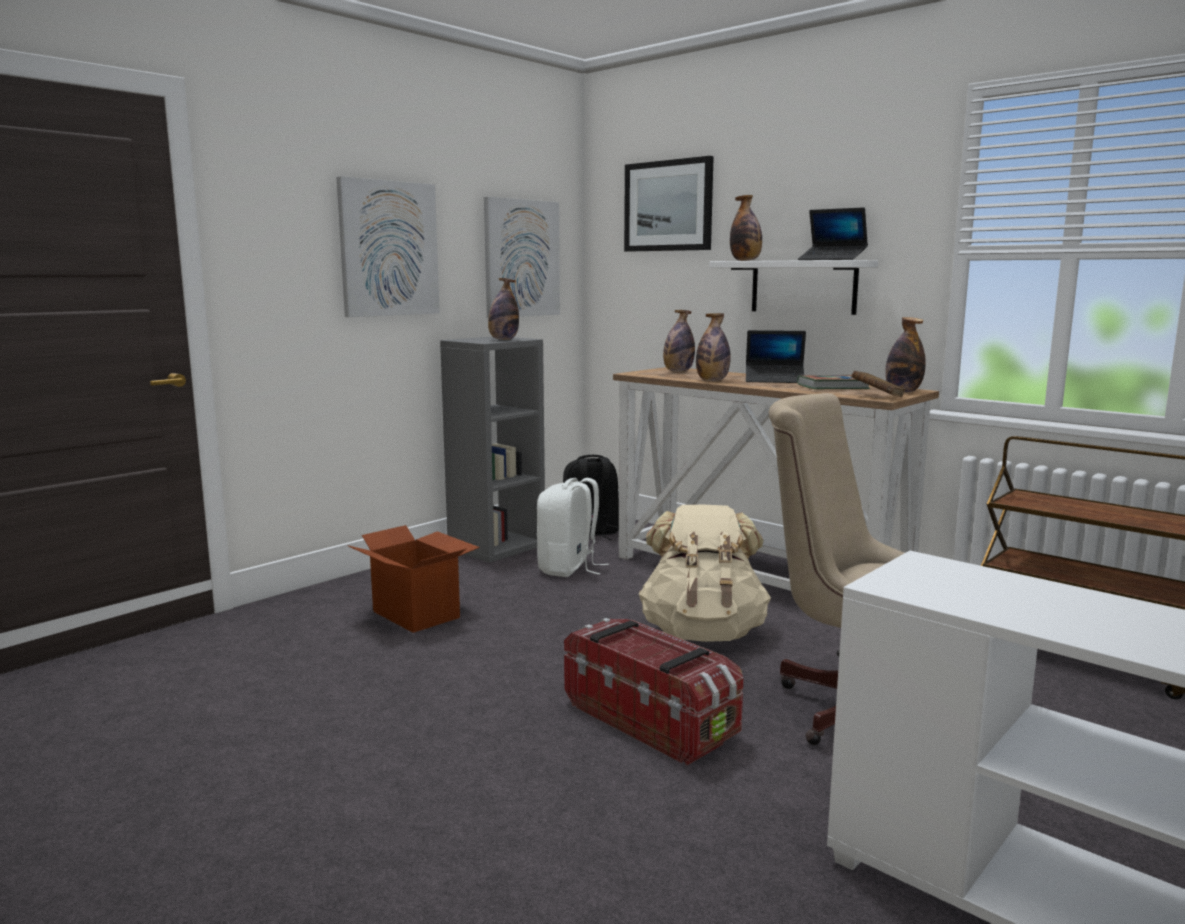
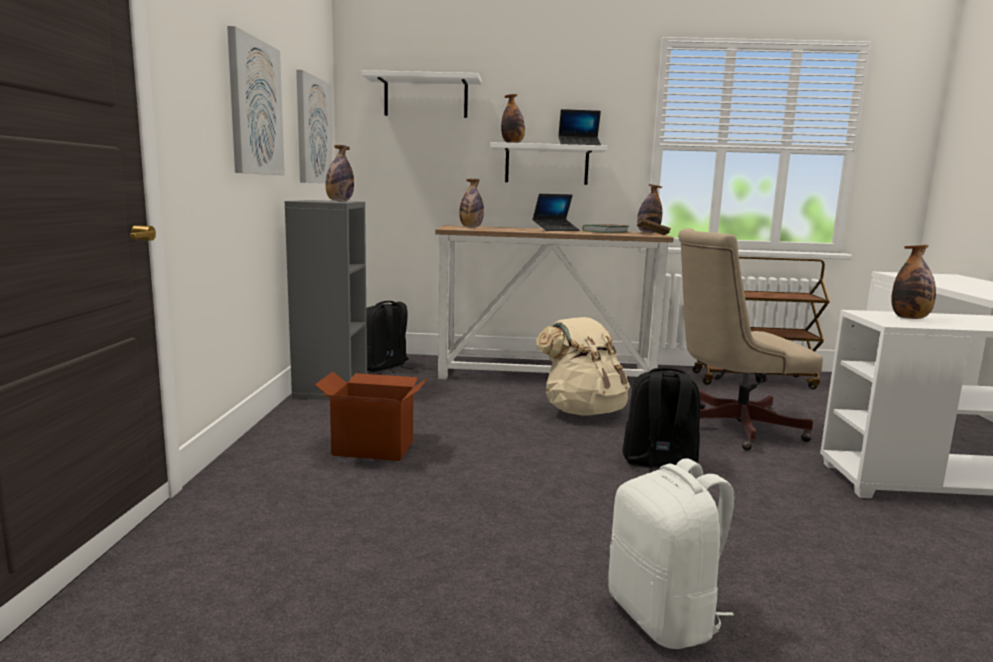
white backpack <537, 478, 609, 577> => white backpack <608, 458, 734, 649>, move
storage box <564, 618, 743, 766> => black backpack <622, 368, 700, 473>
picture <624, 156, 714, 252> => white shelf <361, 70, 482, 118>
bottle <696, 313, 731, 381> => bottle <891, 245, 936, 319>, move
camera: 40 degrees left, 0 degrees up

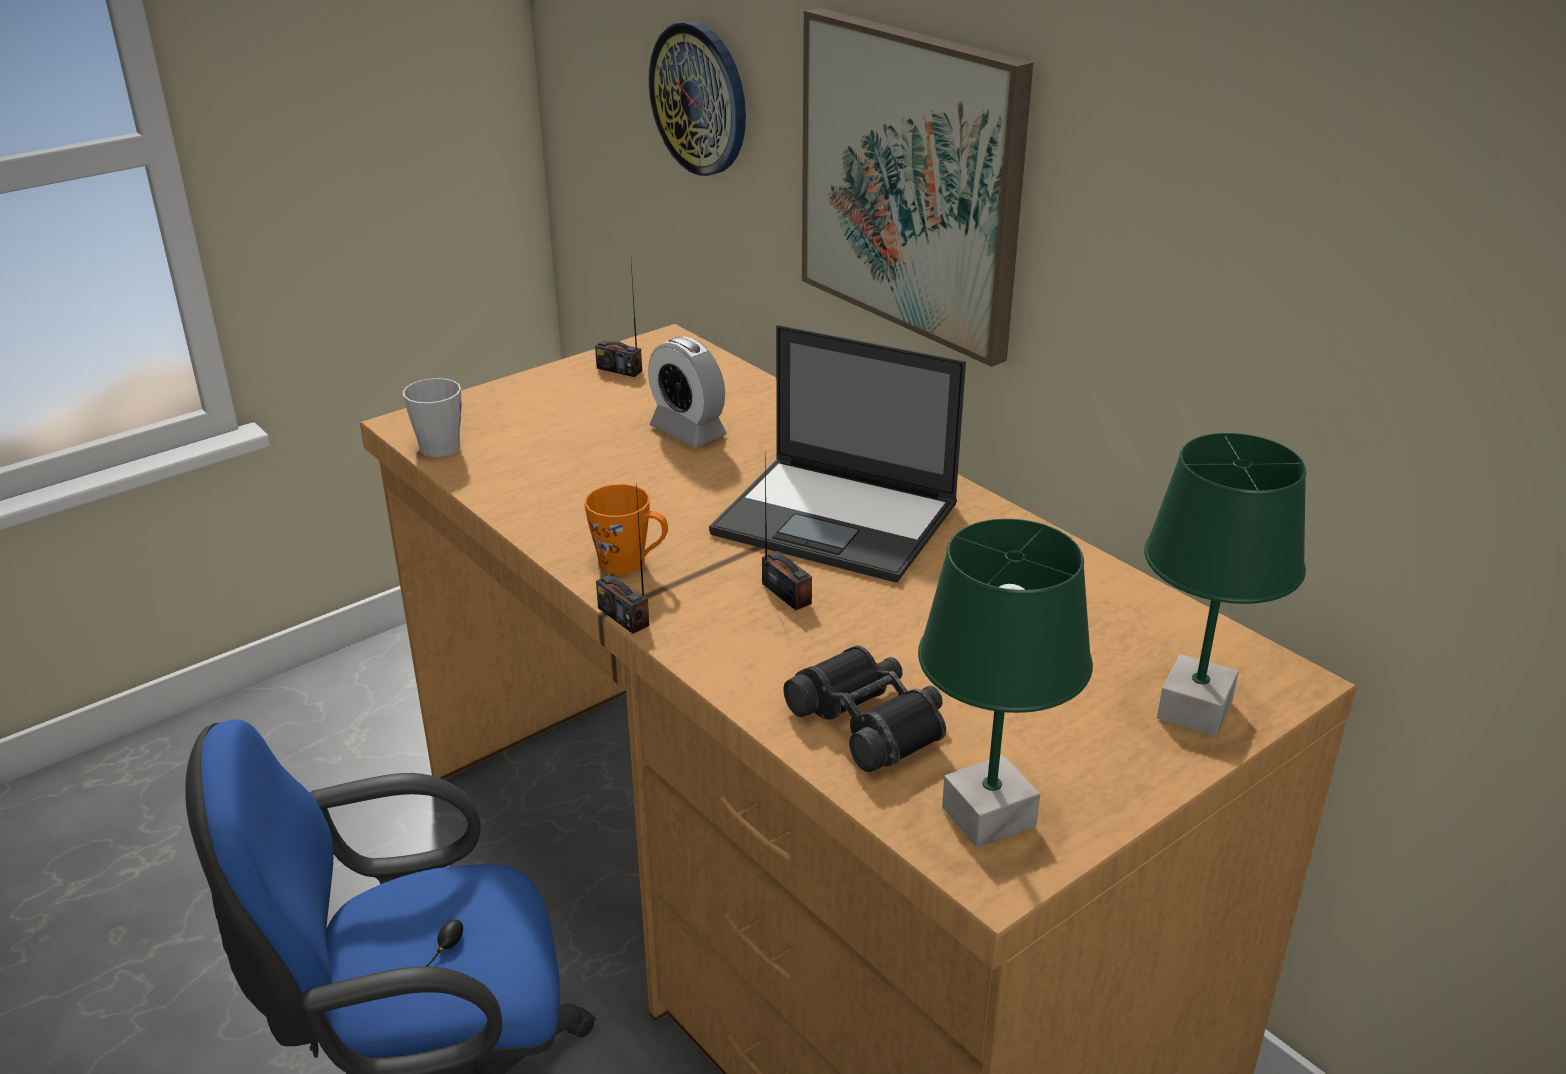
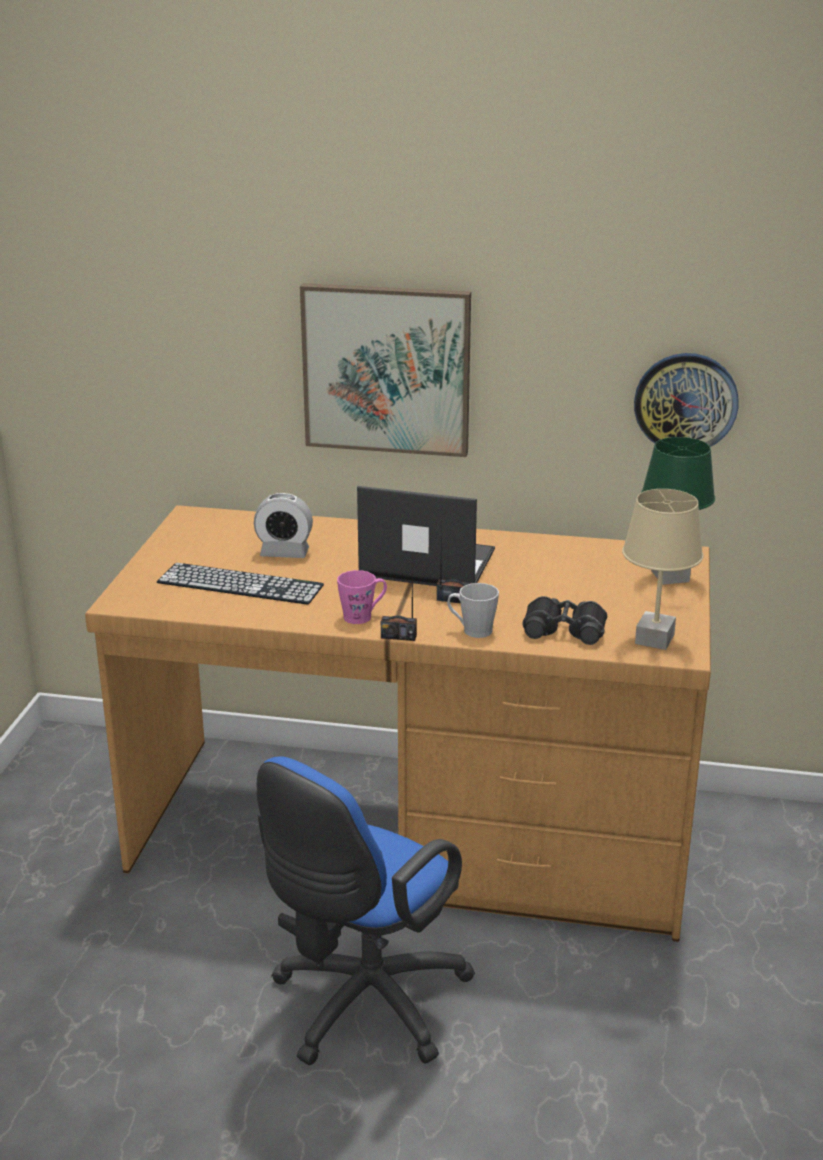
grey mug <403, 378, 461, 457> => grey mug <447, 583, 499, 638>, move
orange mug <584, 484, 668, 575> => pink mug <337, 570, 387, 624>
radio <595, 263, 642, 377> => nothing
wall clock <649, 21, 746, 176> => wall clock <634, 353, 738, 447>, move
laptop <709, 325, 966, 583> => laptop <357, 486, 495, 586>, 150 degrees counterclockwise
green table lamp <918, 519, 1093, 848> => beige table lamp <622, 489, 703, 650>
nothing => keyboard <157, 563, 324, 604>
camera: 40 degrees left, 5 degrees down

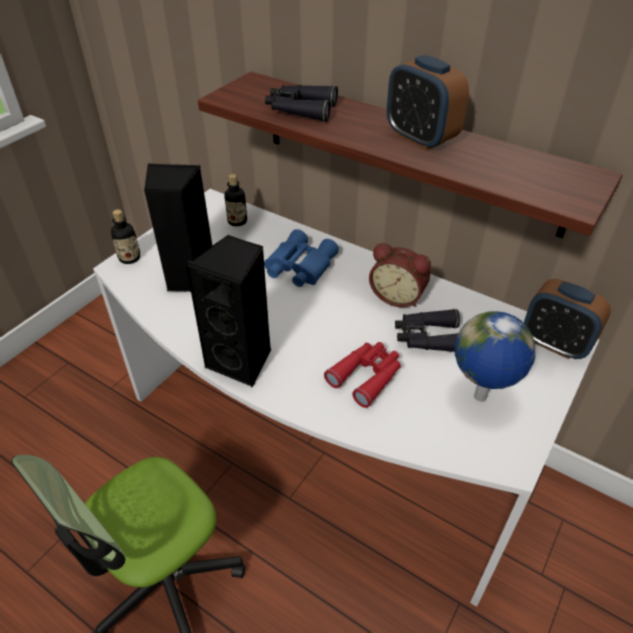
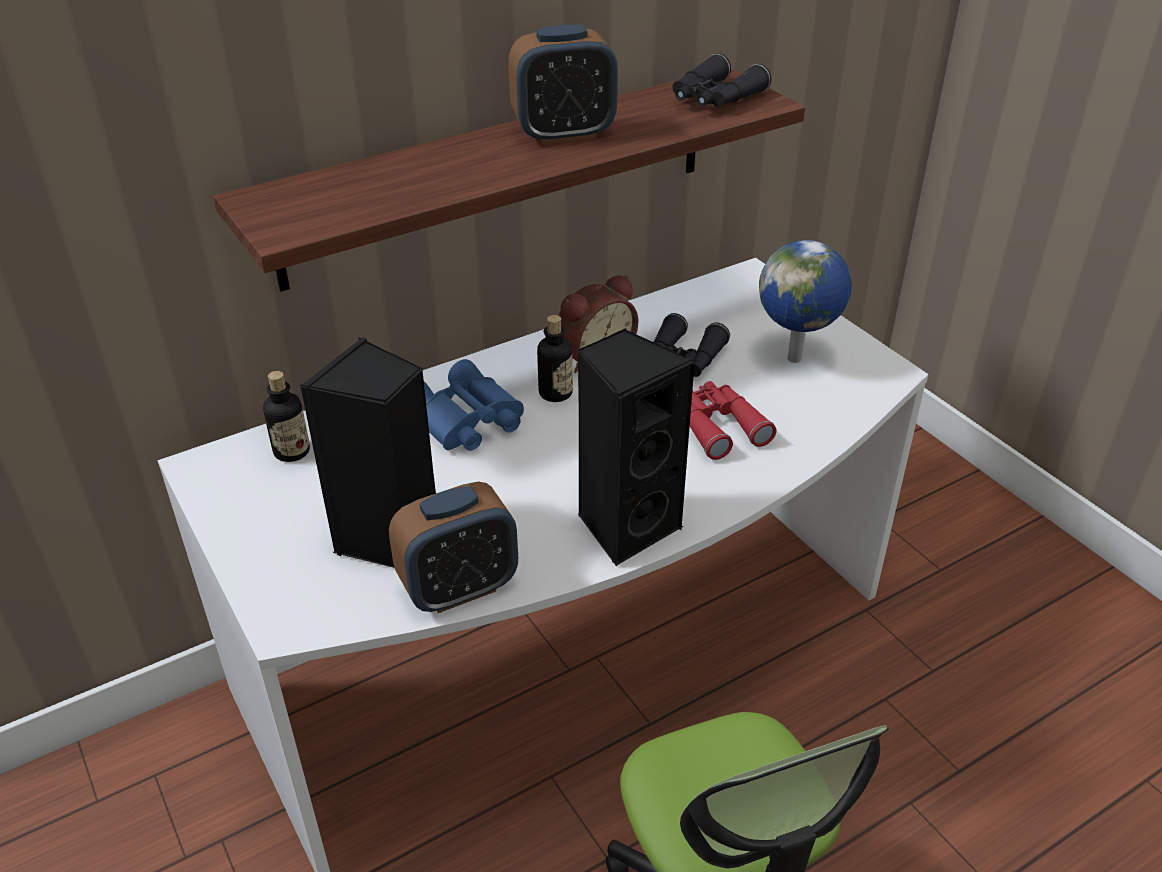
bottle <111, 209, 140, 264> => bottle <537, 315, 573, 402>, move
black binoculars <265, 85, 338, 122> => black binoculars <672, 53, 771, 107>, move
alarm clock <524, 279, 611, 359> => alarm clock <389, 481, 518, 613>, move
camera: 65 degrees left, 5 degrees down

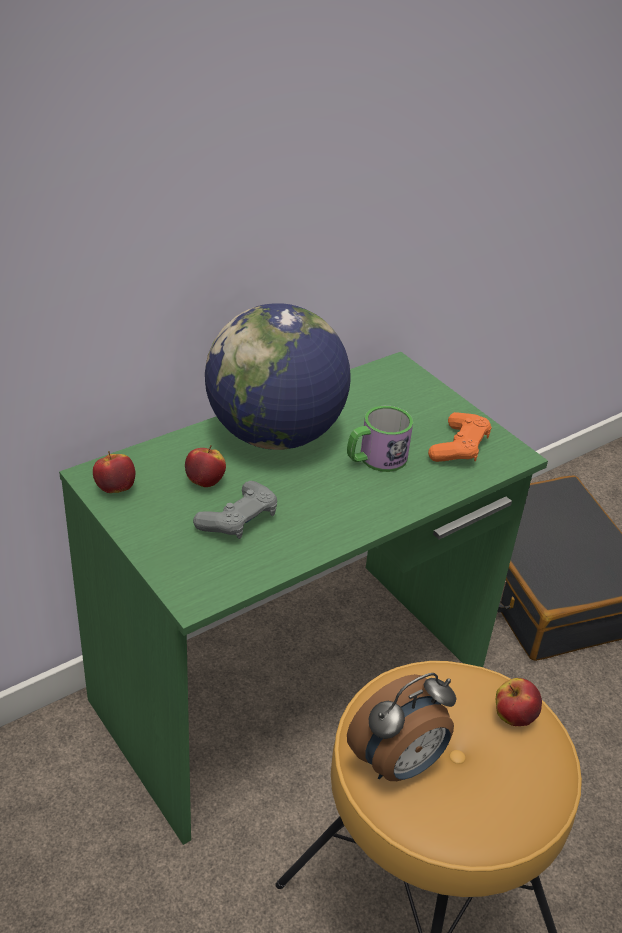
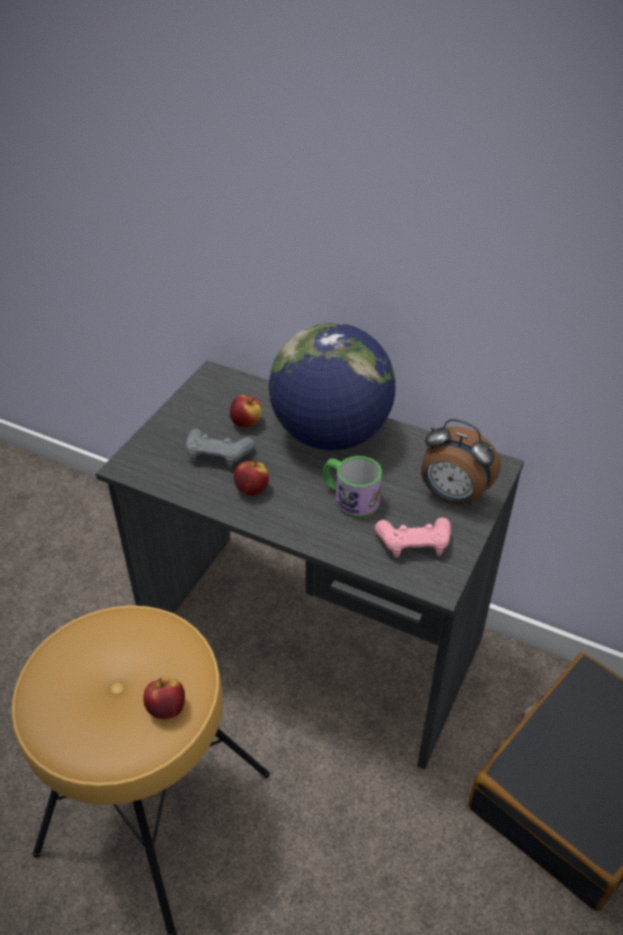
green desk <59, 352, 548, 845> => grey desk <96, 360, 524, 770>
apple <93, 451, 135, 493> => apple <234, 459, 269, 496>, move
alarm clock <347, 673, 456, 781> => alarm clock <421, 419, 501, 505>, move
orange game controller <428, 412, 491, 462> => pink game controller <375, 517, 451, 558>
camera: 65 degrees right, 5 degrees up

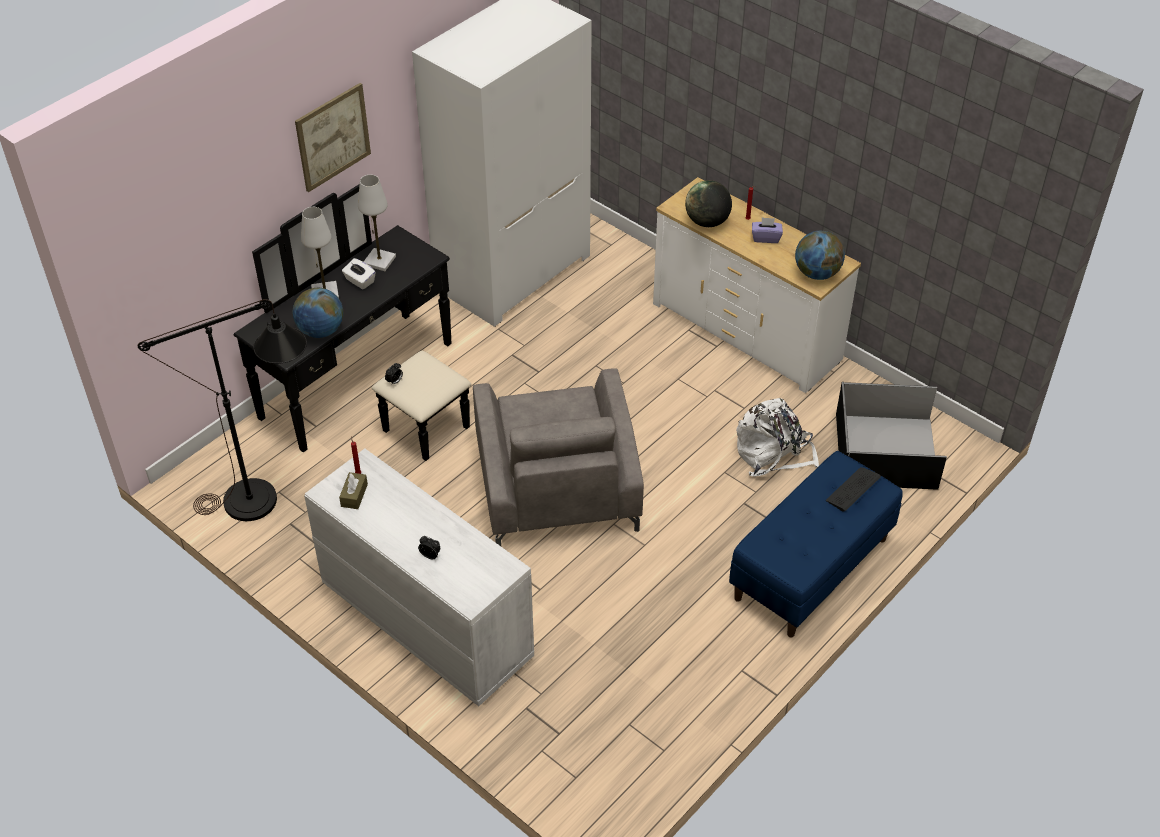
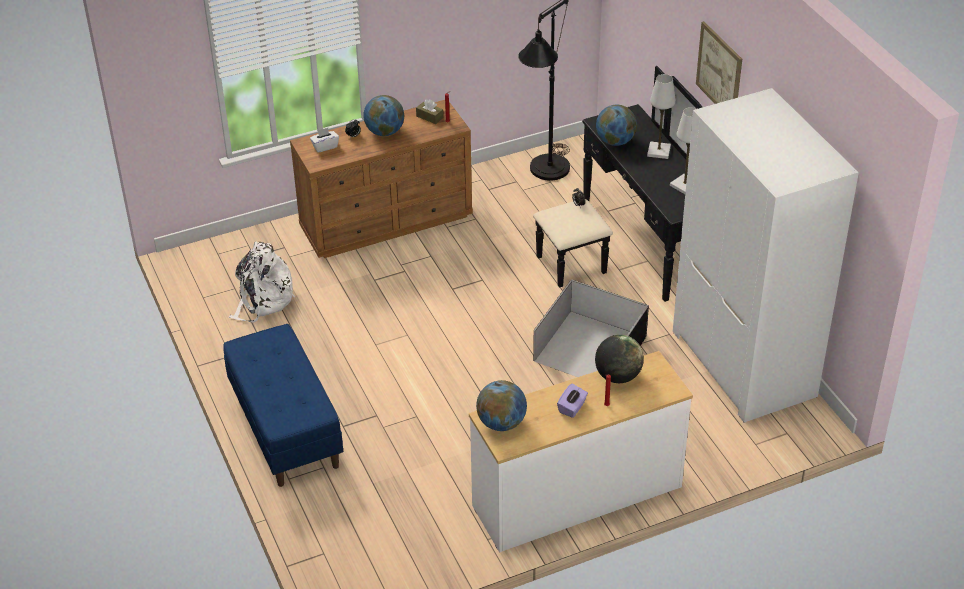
white dresser <304, 449, 534, 706> => brown dresser <290, 100, 473, 258>
white tissue box <342, 258, 376, 290> => white tissue box <310, 128, 339, 153>, move
grey armchair <473, 368, 644, 546> => nothing
white backpack <736, 398, 819, 477> => white backpack <229, 241, 295, 323>, move
keyboard <826, 467, 881, 512> => nothing
black storage box <836, 382, 947, 490> => black storage box <533, 280, 649, 377>, move
nothing => globe <363, 95, 404, 136>
camera: 115 degrees right, 5 degrees down

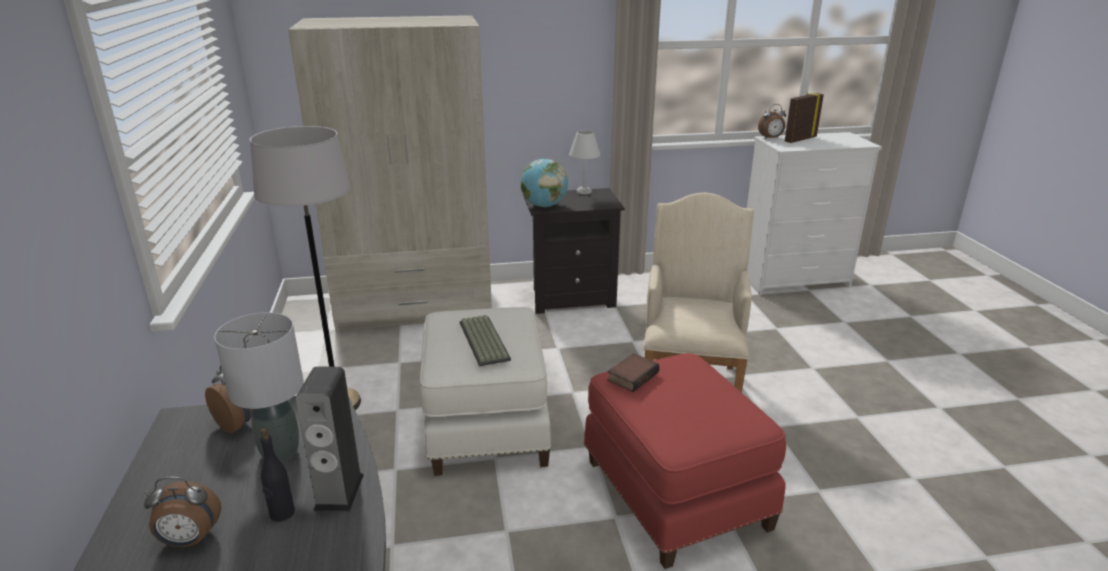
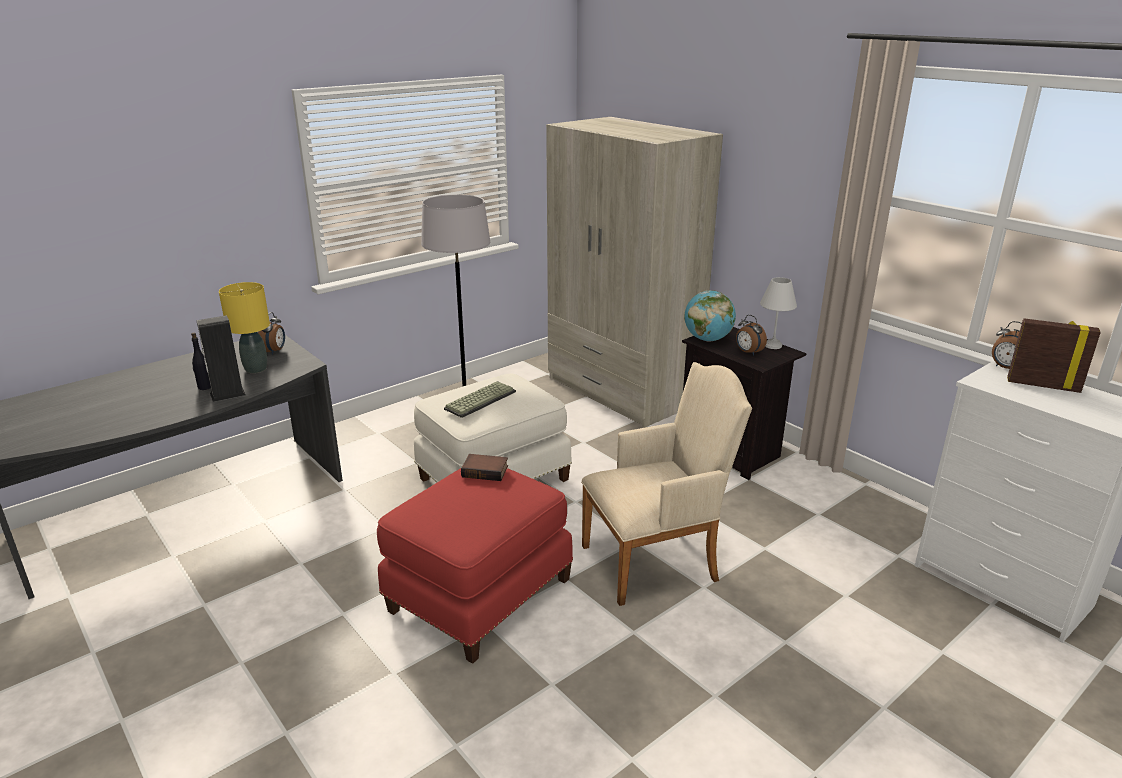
alarm clock <144, 477, 221, 547> => alarm clock <736, 315, 767, 356>, move
grey table lamp <214, 312, 304, 462> => yellow table lamp <219, 282, 270, 373>
camera: 60 degrees right, 0 degrees up

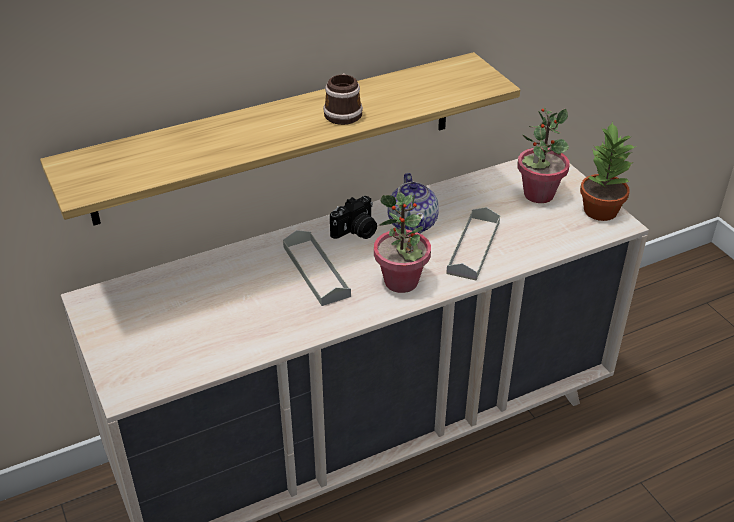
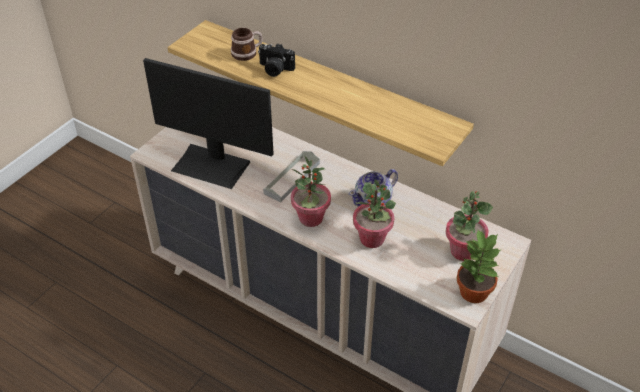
mug <323, 74, 363, 125> => mug <231, 28, 263, 61>, move
photo camera <330, 196, 377, 239> => photo camera <258, 43, 295, 77>, move
grey tray <446, 207, 500, 281> => potted plant <353, 179, 396, 248>
nothing => monitor <143, 58, 274, 189>
camera: 60 degrees right, 5 degrees up

